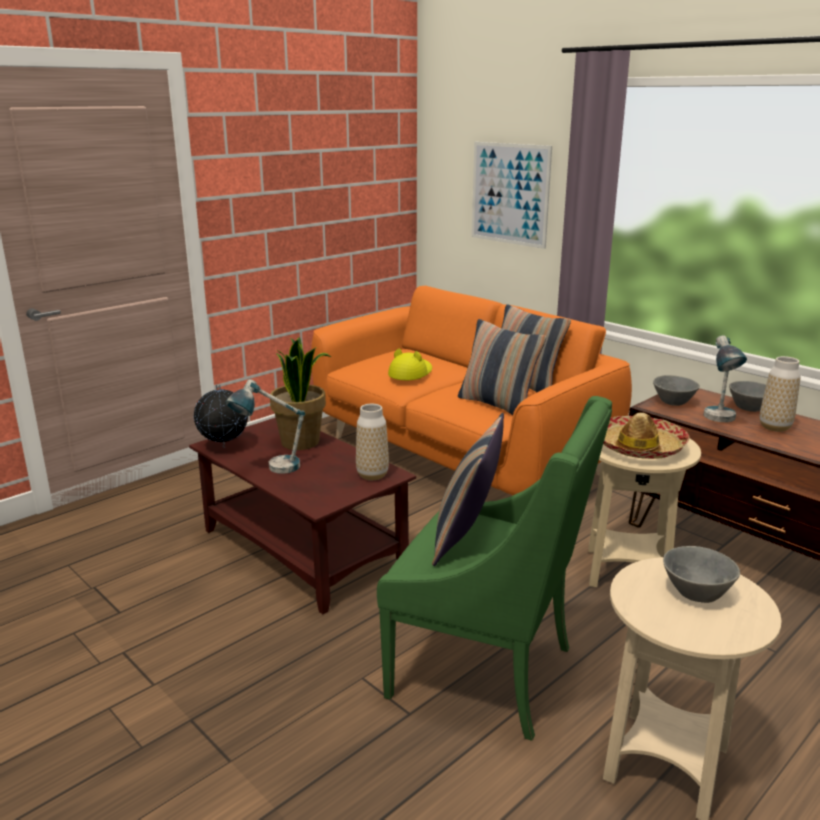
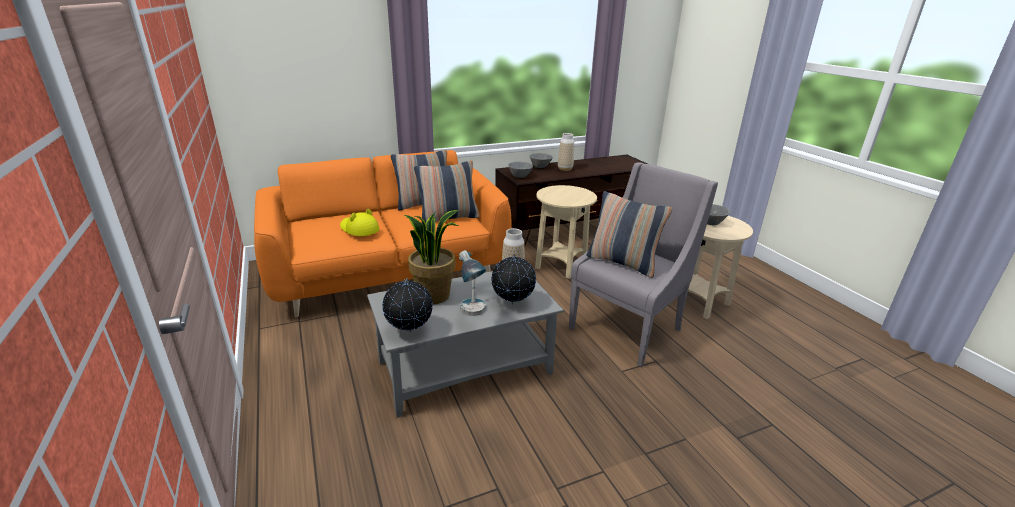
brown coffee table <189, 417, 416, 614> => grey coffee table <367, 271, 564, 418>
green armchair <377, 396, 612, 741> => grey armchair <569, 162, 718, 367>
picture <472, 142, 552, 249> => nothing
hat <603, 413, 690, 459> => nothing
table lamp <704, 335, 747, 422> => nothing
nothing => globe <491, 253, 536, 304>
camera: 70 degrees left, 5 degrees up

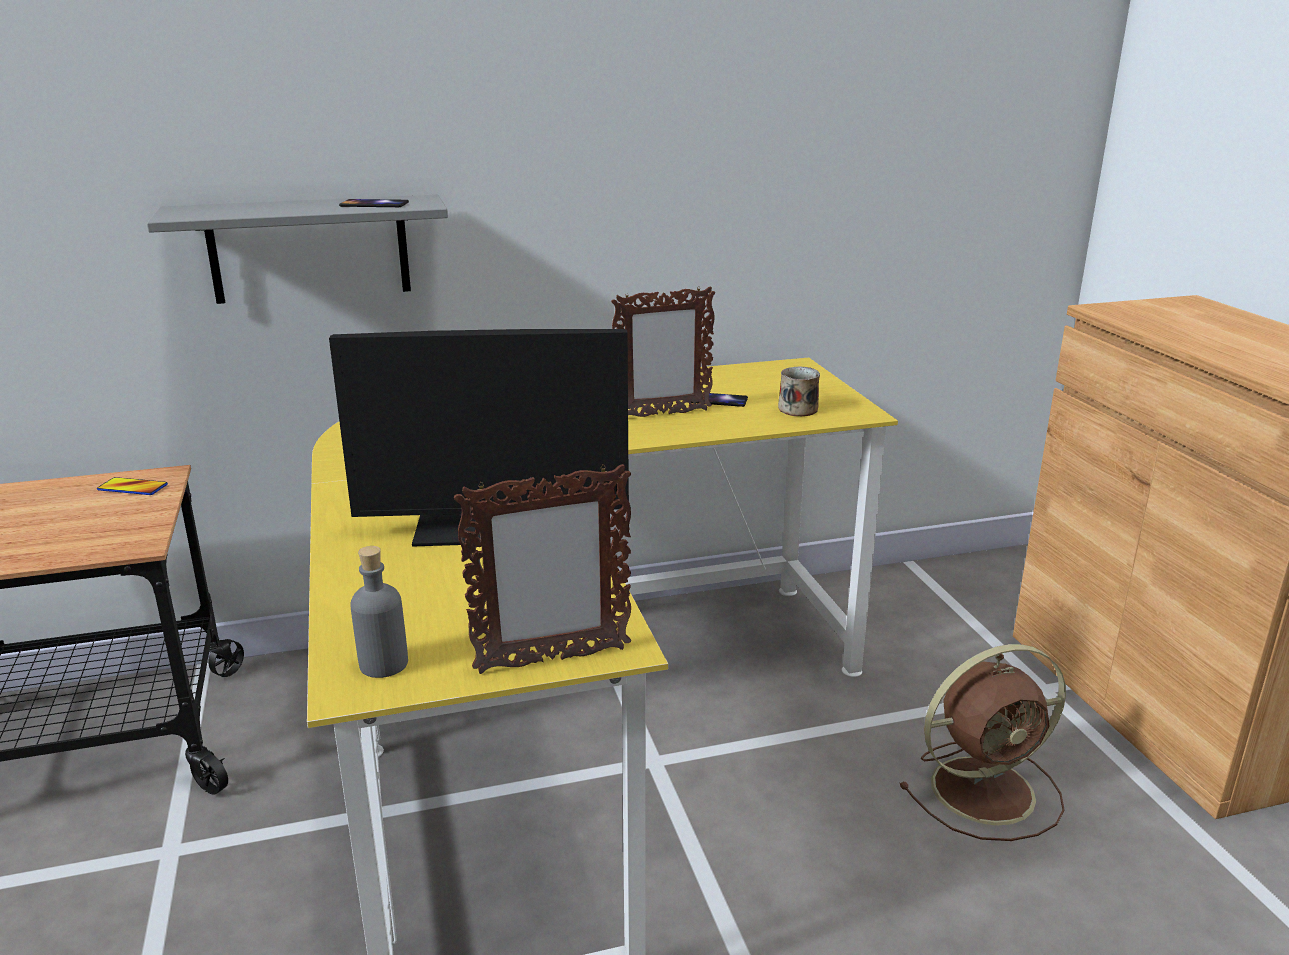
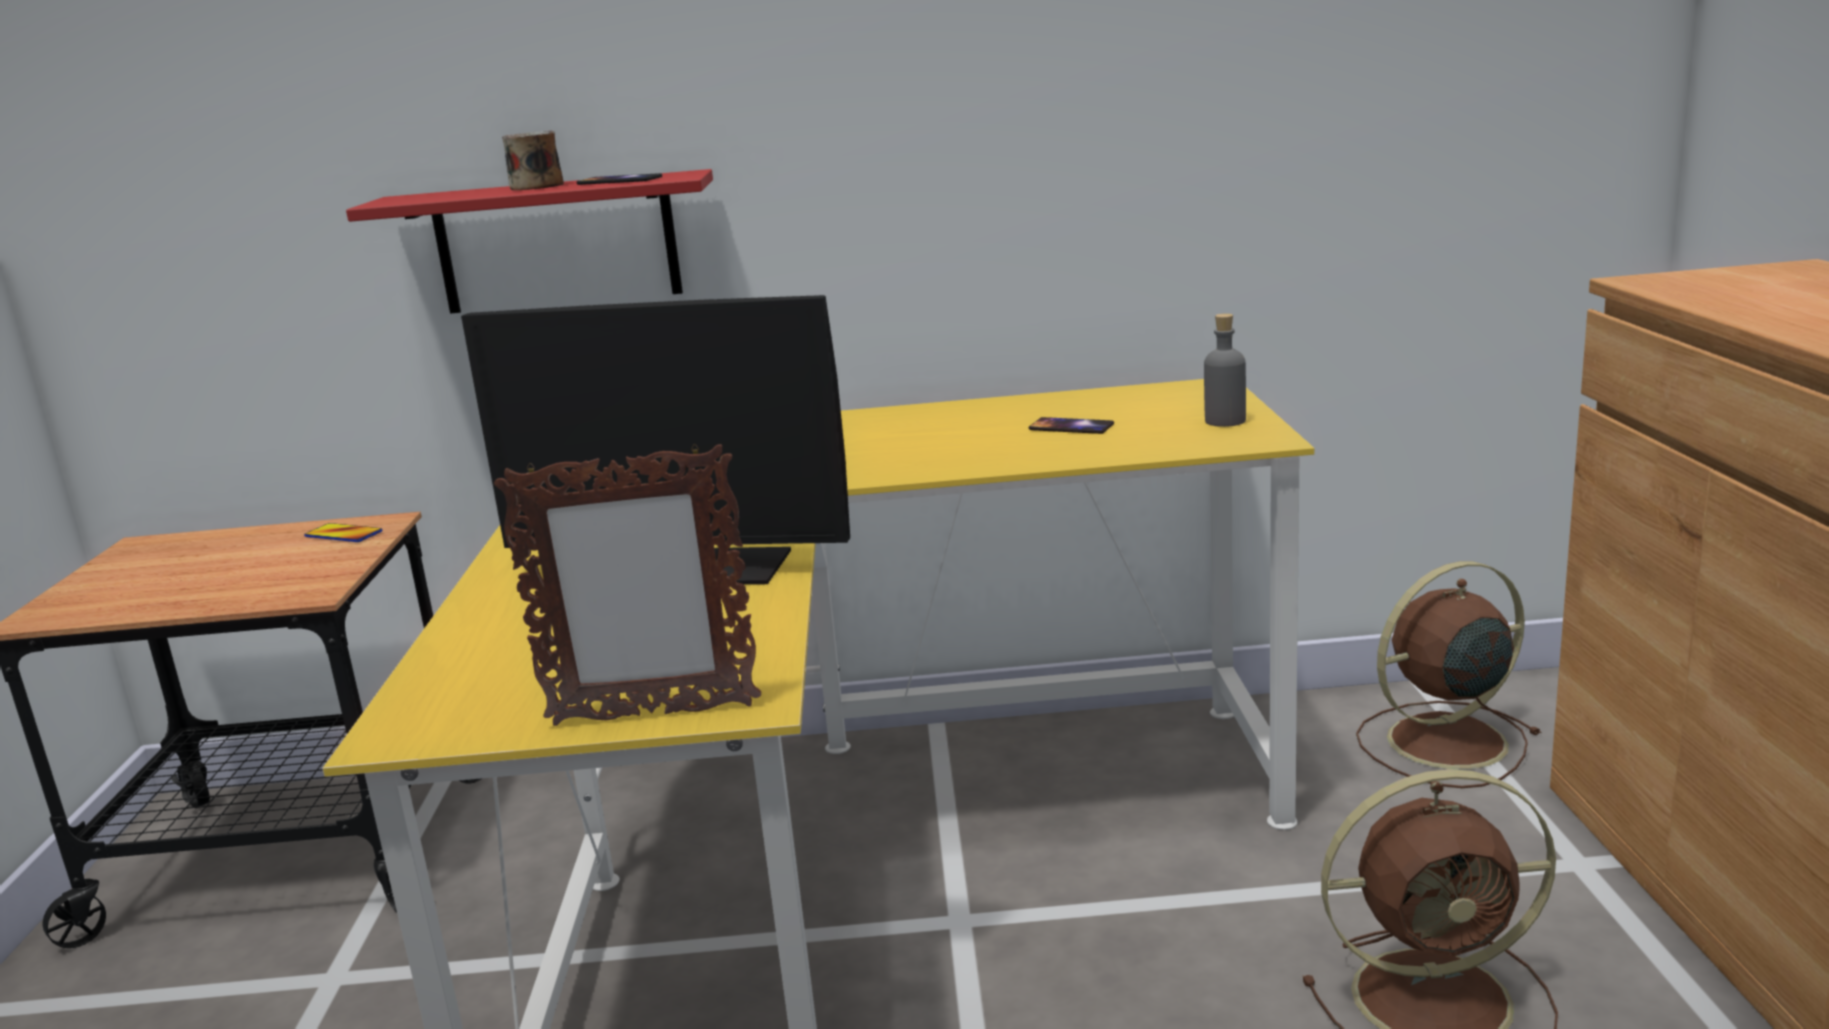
grey shelf <147, 195, 448, 304> => red shelf <346, 169, 713, 314>
grey bottle <350, 546, 408, 678> => grey bottle <1204, 313, 1246, 427>, move
picture frame <611, 286, 715, 417> => nothing
mug <778, 367, 820, 416> => mug <502, 130, 564, 190>, move
nothing => brown fan <1356, 561, 1542, 788>
camera: 15 degrees right, 5 degrees down

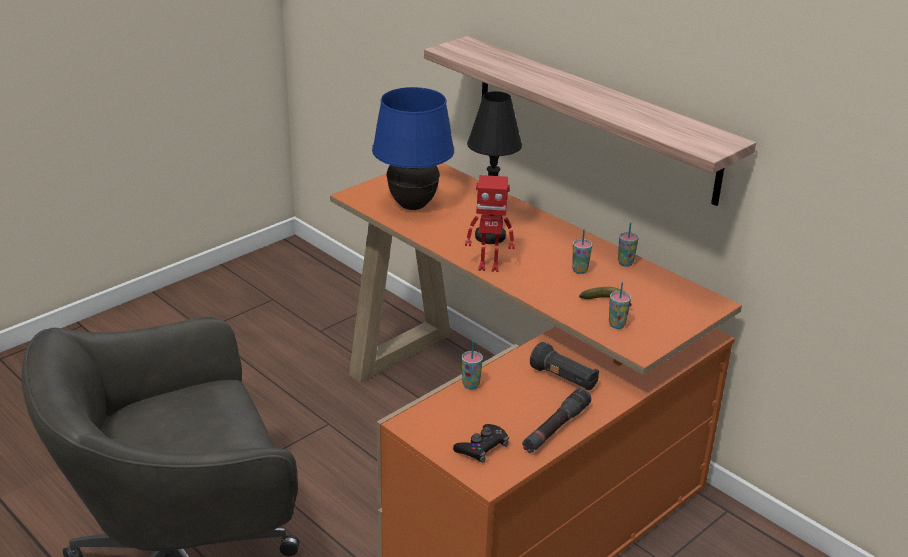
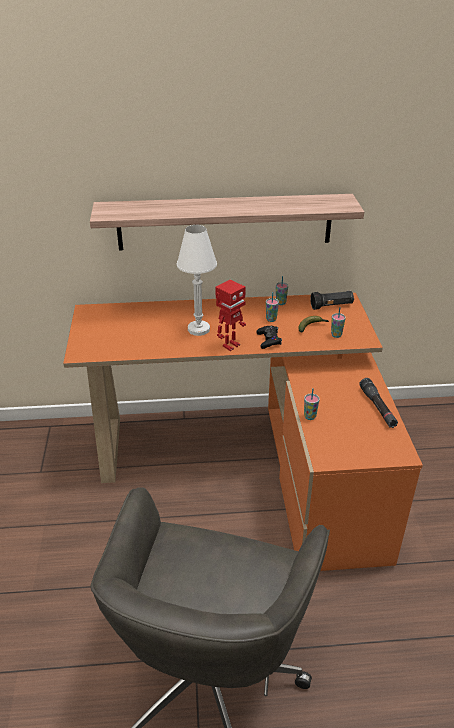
blue table lamp <372, 87, 454, 210> => nothing
black game controller <453, 424, 509, 463> => black game controller <256, 326, 282, 349>, move
black table lamp <467, 91, 522, 244> => white table lamp <177, 225, 217, 336>
black flashlight <530, 342, 599, 391> => black flashlight <310, 291, 354, 310>, move
camera: 50 degrees left, 5 degrees up

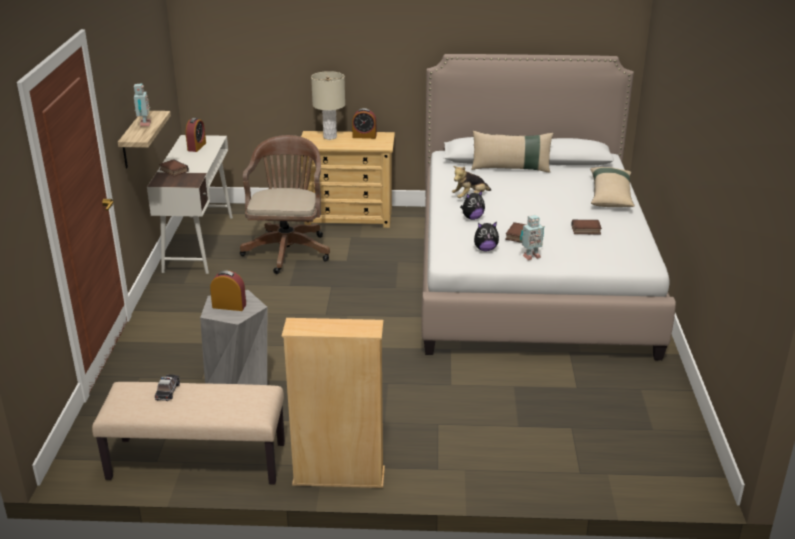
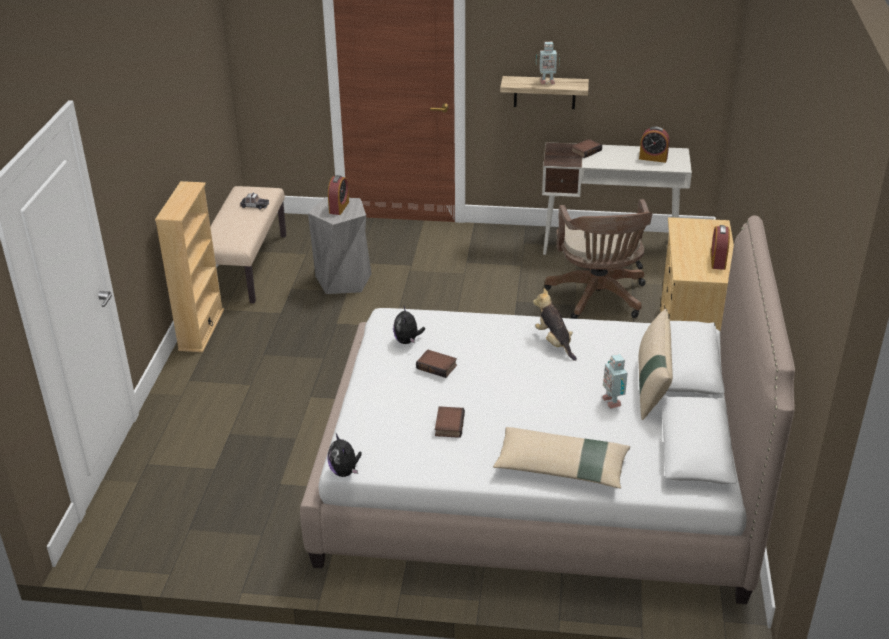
brown office chair <240, 135, 330, 274> => brown office chair <545, 199, 652, 319>, 75 degrees clockwise
beige table lamp <311, 71, 345, 140> => nothing
plush toy <460, 191, 485, 220> => plush toy <327, 432, 362, 477>, move
toy robot <520, 215, 544, 260> => toy robot <602, 354, 628, 409>, move
camera: 95 degrees right, 5 degrees up

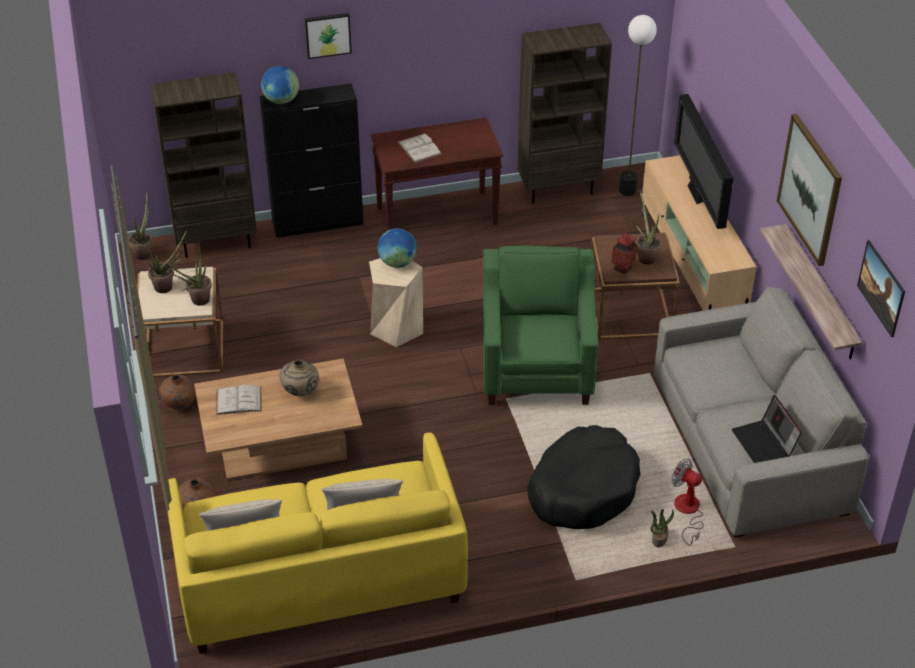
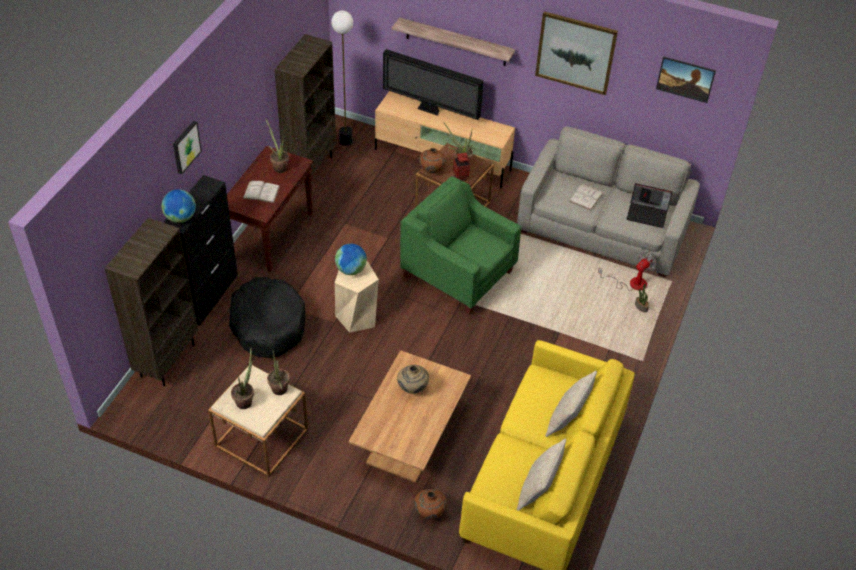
potted plant <128, 192, 152, 260> => potted plant <265, 118, 289, 173>, move
brown vase <159, 374, 196, 409> => brown vase <419, 148, 446, 174>, move
white book <216, 385, 262, 415> => white book <569, 184, 604, 211>, move
black dog bed <527, 425, 641, 529> => black dog bed <229, 277, 306, 358>, move
fan <672, 458, 704, 546> => fan <598, 252, 657, 291>, 150 degrees clockwise
shelf <760, 224, 863, 360> => shelf <392, 17, 515, 66>, move
camera: 55 degrees left, 5 degrees up

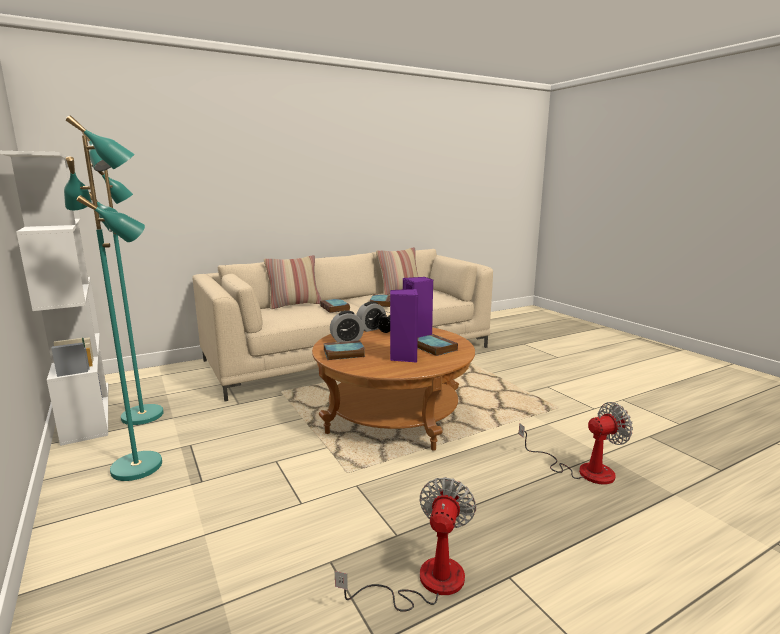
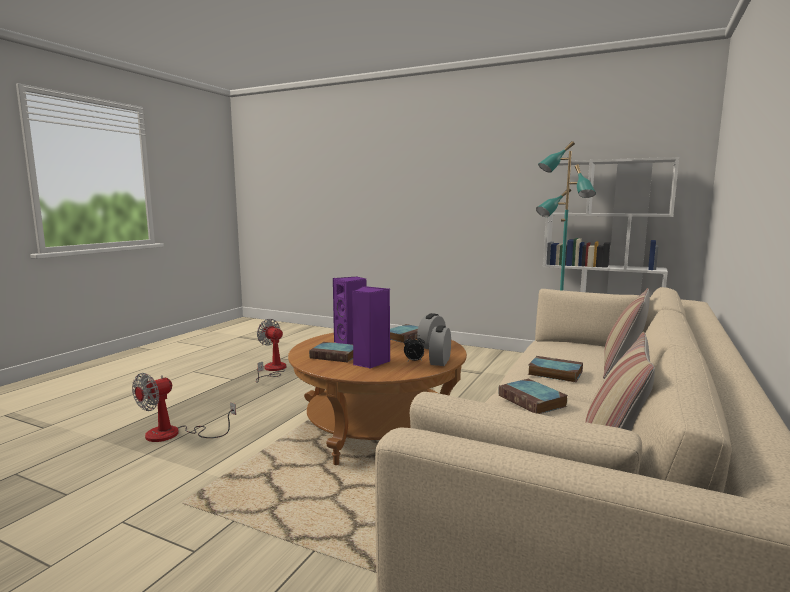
turquoise floor lamp <64, 115, 162, 481> => nothing
fan <335, 477, 476, 612> => fan <256, 319, 287, 383>, 150 degrees clockwise
camera: 145 degrees right, 5 degrees down

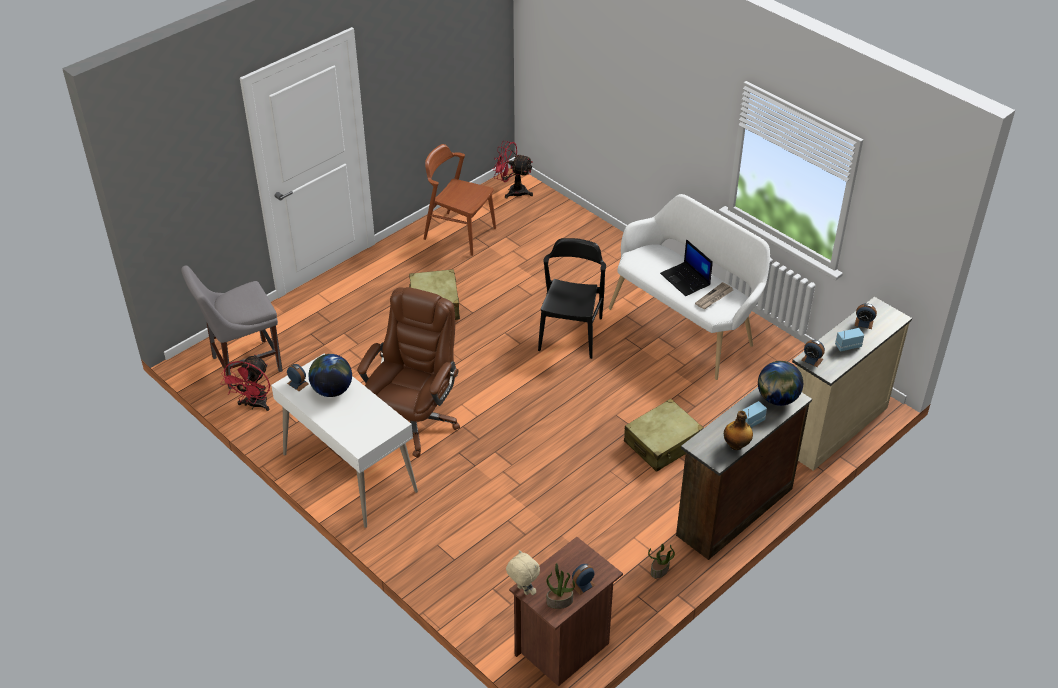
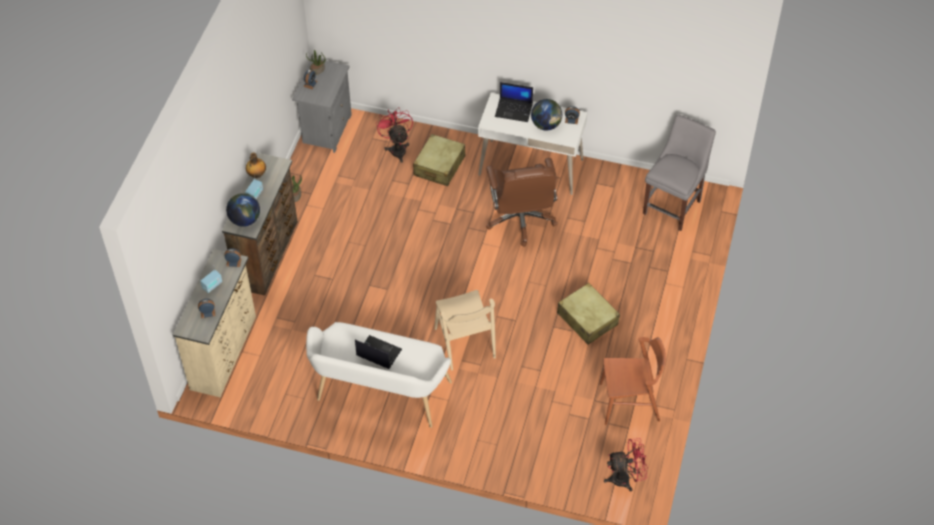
red fan <220, 354, 270, 411> => red fan <376, 107, 413, 163>, move
beige plush toy <506, 550, 540, 595> => nothing
brown nightstand <509, 537, 623, 687> => grey nightstand <292, 58, 352, 153>
black chair <538, 238, 606, 359> => beige chair <435, 290, 496, 370>
beige suitcase <624, 399, 704, 472> => beige suitcase <413, 134, 465, 186>, move
newspaper <695, 282, 733, 309> => nothing
nothing => laptop <495, 82, 533, 122>
camera: 150 degrees right, 10 degrees up

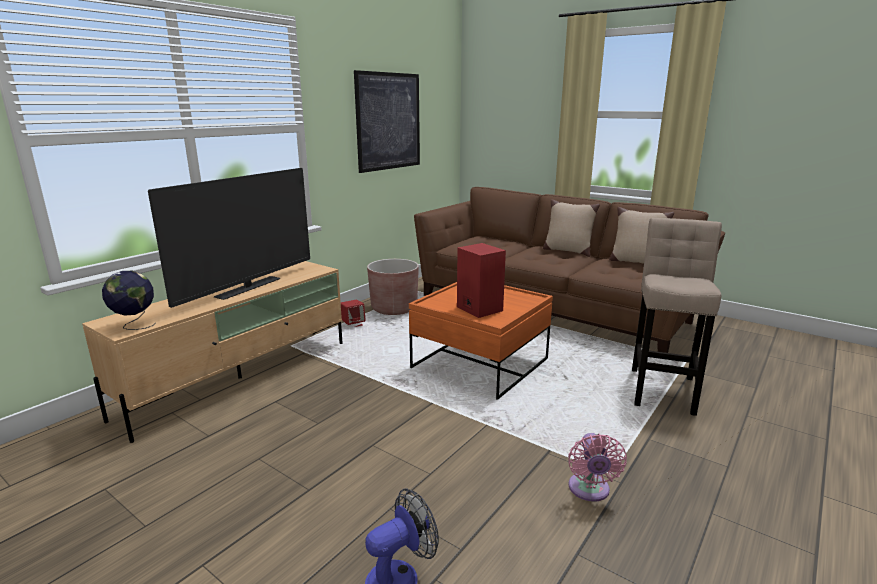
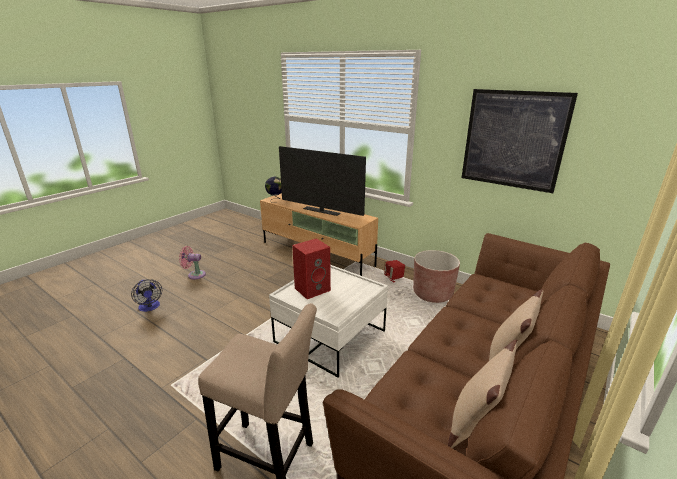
orange coffee table <409, 282, 553, 400> => white coffee table <269, 265, 388, 378>
pink fan <568, 433, 627, 502> => pink fan <179, 246, 206, 279>, move
camera: 90 degrees right, 5 degrees up

